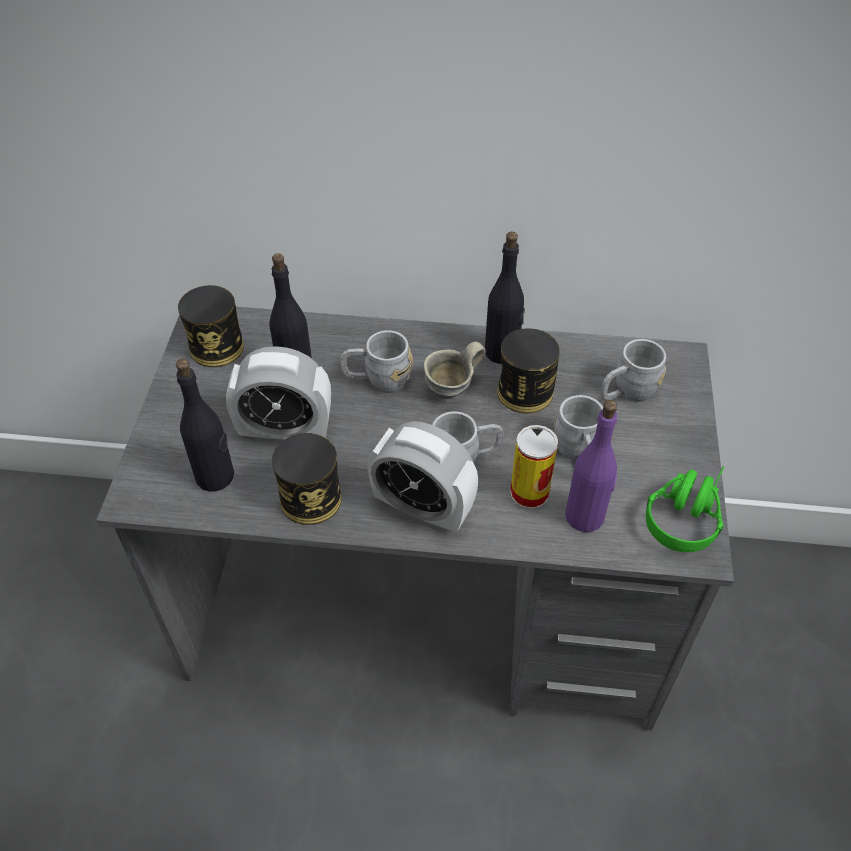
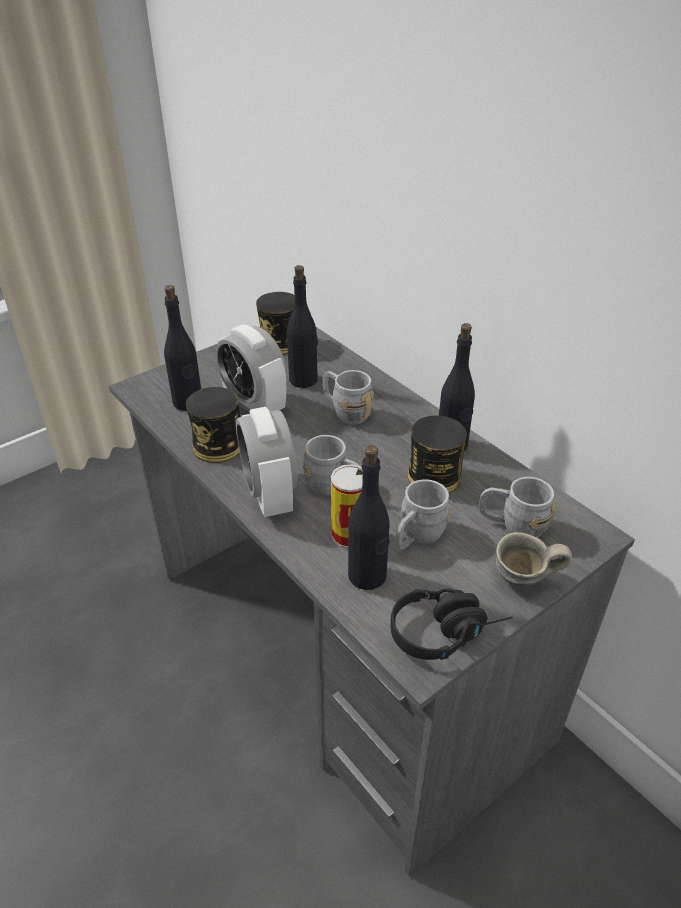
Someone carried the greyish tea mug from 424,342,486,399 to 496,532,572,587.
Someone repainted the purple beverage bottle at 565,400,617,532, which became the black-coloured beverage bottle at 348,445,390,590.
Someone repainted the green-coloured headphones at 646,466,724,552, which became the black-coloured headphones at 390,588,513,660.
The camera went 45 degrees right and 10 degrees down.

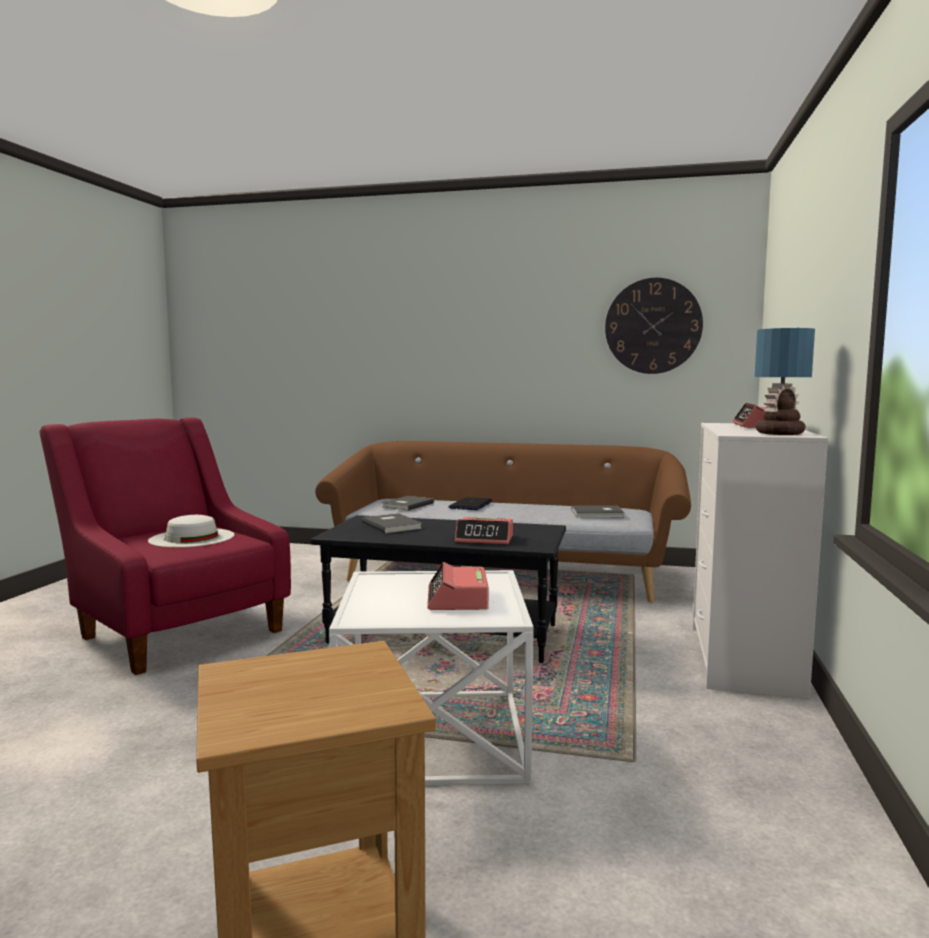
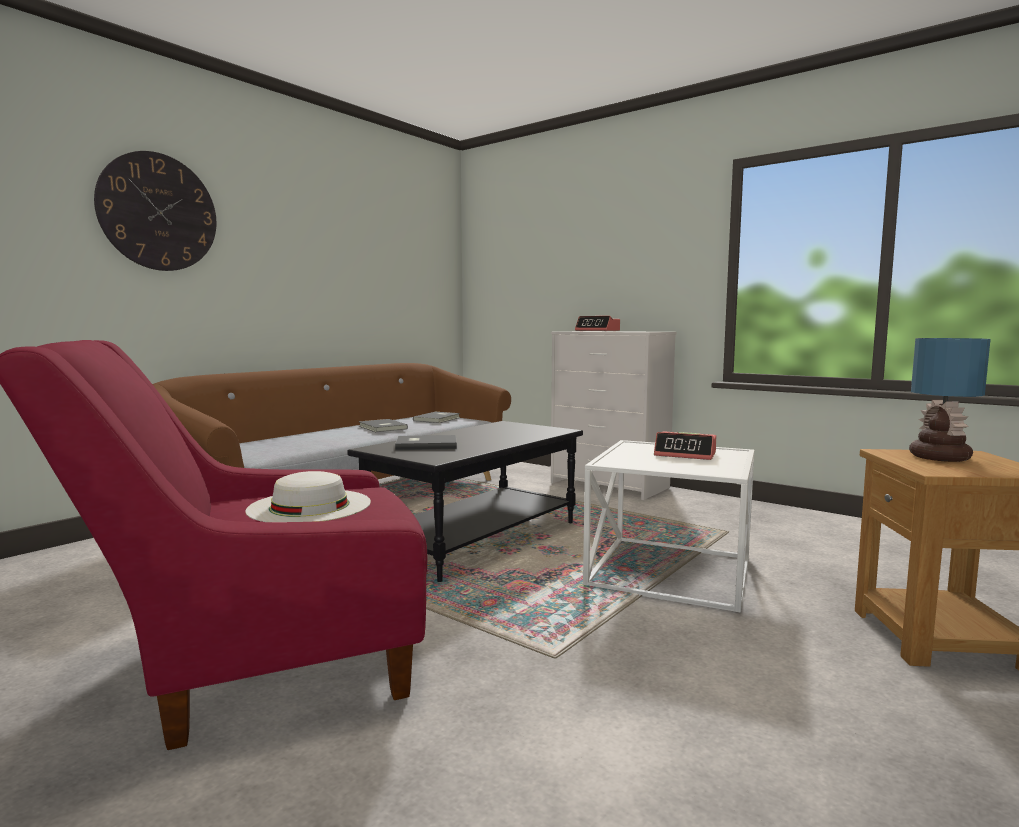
Someone carried the clock on the wall from 605,278,703,374 to 94,151,216,271.
Someone carried the tabletop lamp from 755,328,815,435 to 909,338,991,462.
Someone carried the greyish volume from 382,496,434,510 to 359,419,408,432.
Someone took away the laptop at 448,497,492,510.
Someone took away the table clock at 455,517,513,545.
The camera went 65 degrees left and 0 degrees up.

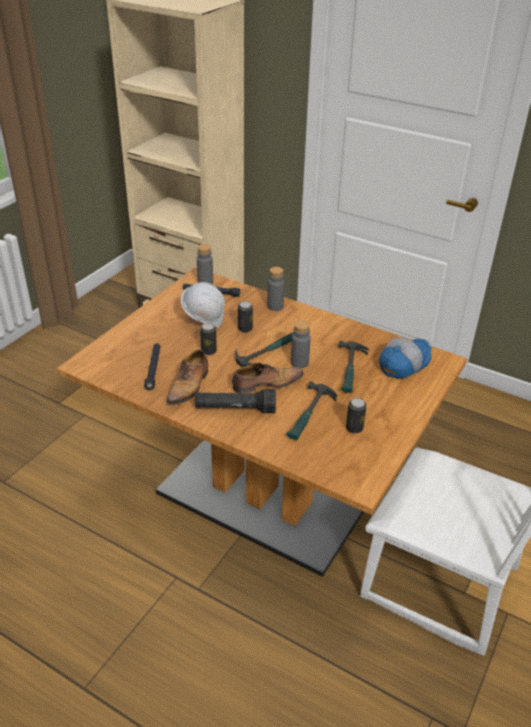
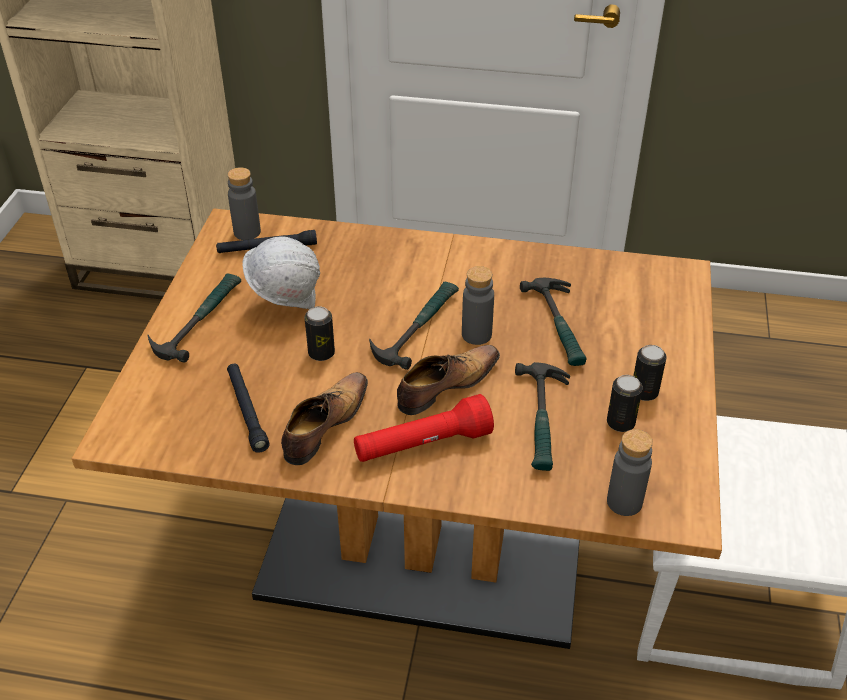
Someone carried the greyish beverage bottle from 267,267,285,311 to 607,429,653,516.
Someone carried the can from 238,301,253,333 to 633,345,667,401.
Someone took away the baseball cap at 379,337,431,378.
Someone rotated the low shoe at 166,350,208,405 by 150 degrees counterclockwise.
Someone repainted the black-coloured hand torch at 195,389,276,413, which became the reddish hand torch at 354,394,494,462.
Someone put down the hand hammer at 147,274,241,363.
The camera went 20 degrees left and 5 degrees up.

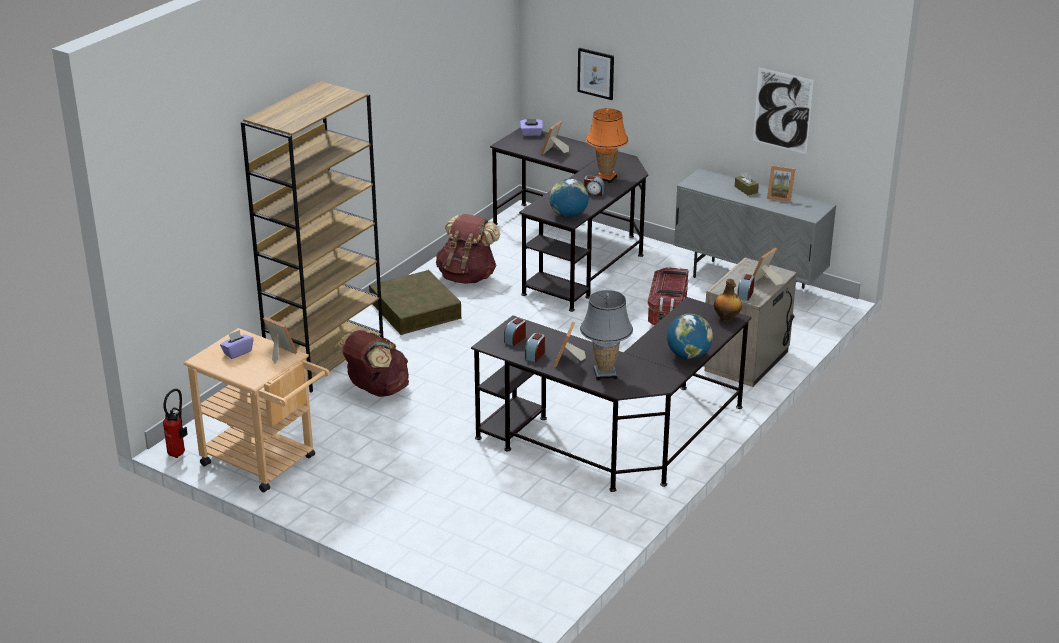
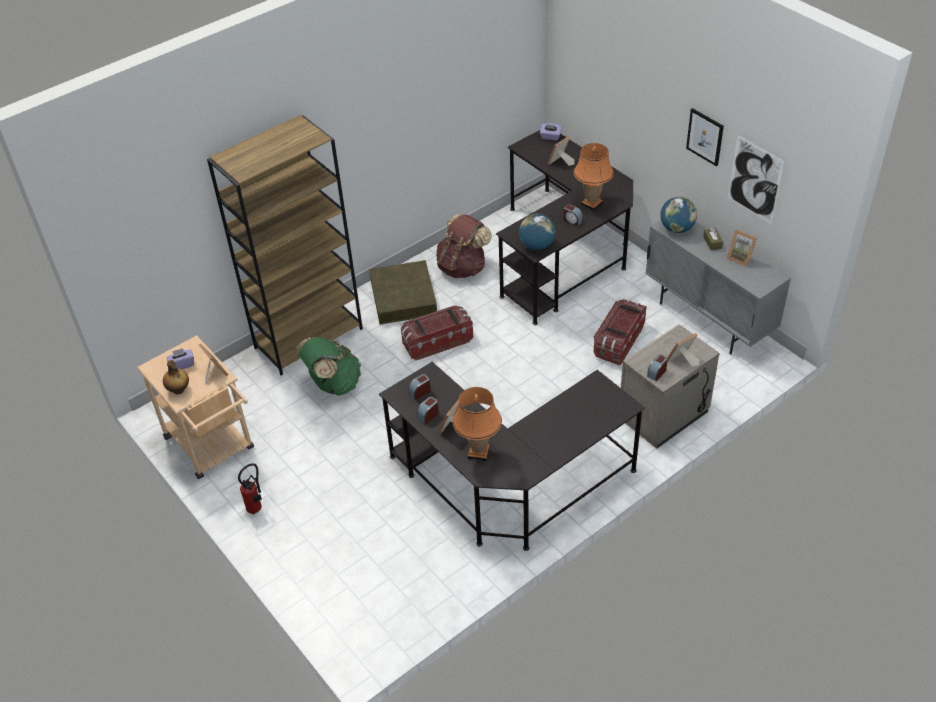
Someone carried the wall art from 577,48,614,100 to 686,108,724,166.
Someone carried the beverage bottle from 714,279,742,322 to 163,360,189,394.
Someone repainted the greyish tabletop lamp at 580,290,633,380, which became the orange tabletop lamp at 453,387,502,461.
Someone carried the globe from 667,314,713,360 to 660,197,697,233.
Someone repainted the brownish backpack at 335,330,409,397, which became the green-coloured backpack at 296,337,361,395.
Someone carried the extinguisher from 163,389,188,458 to 238,463,262,514.
Someone put down the storage container at 401,305,473,361.
The camera went 20 degrees right and 15 degrees up.

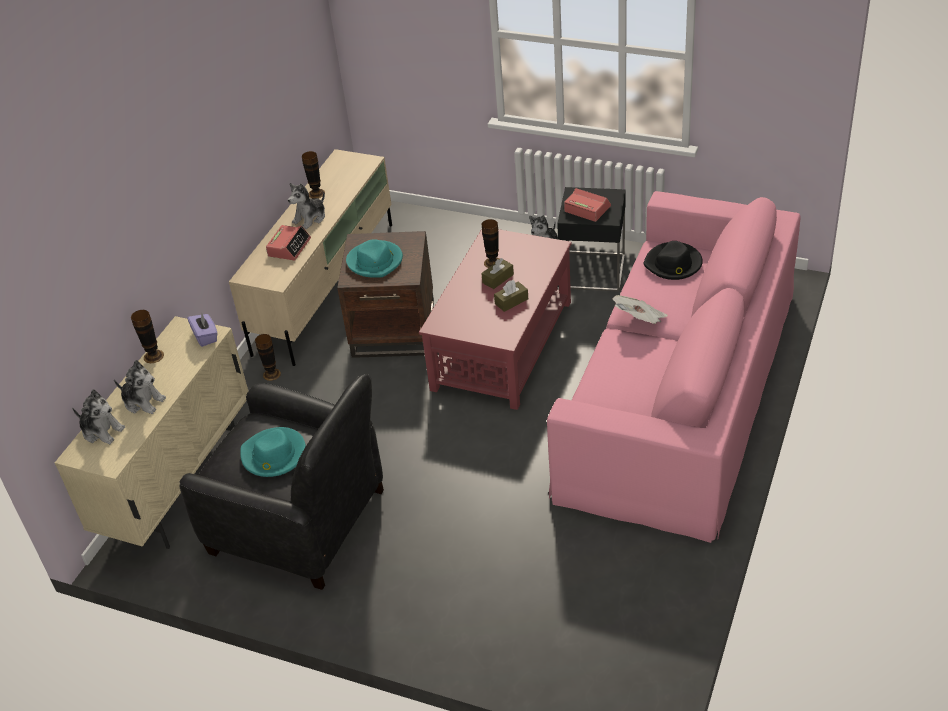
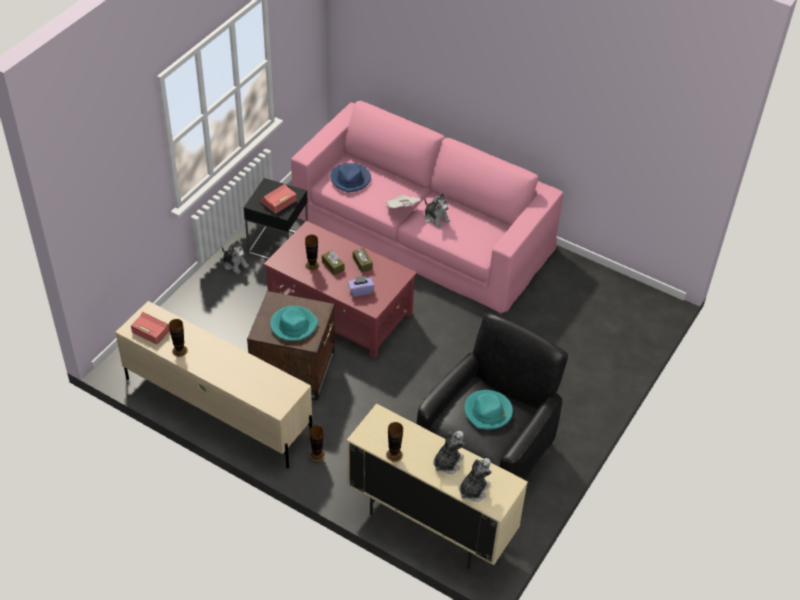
Someone carried the plush toy from 288,183,325,229 to 425,193,450,228.
Someone carried the table clock from 266,225,311,261 to 131,312,170,345.
Someone repainted the black-coloured wearable hat at 643,241,703,280, which became the blue wearable hat at 330,163,371,192.
Someone carried the purple tissue box from 187,314,218,347 to 348,276,375,297.
The camera went 85 degrees left and 5 degrees up.

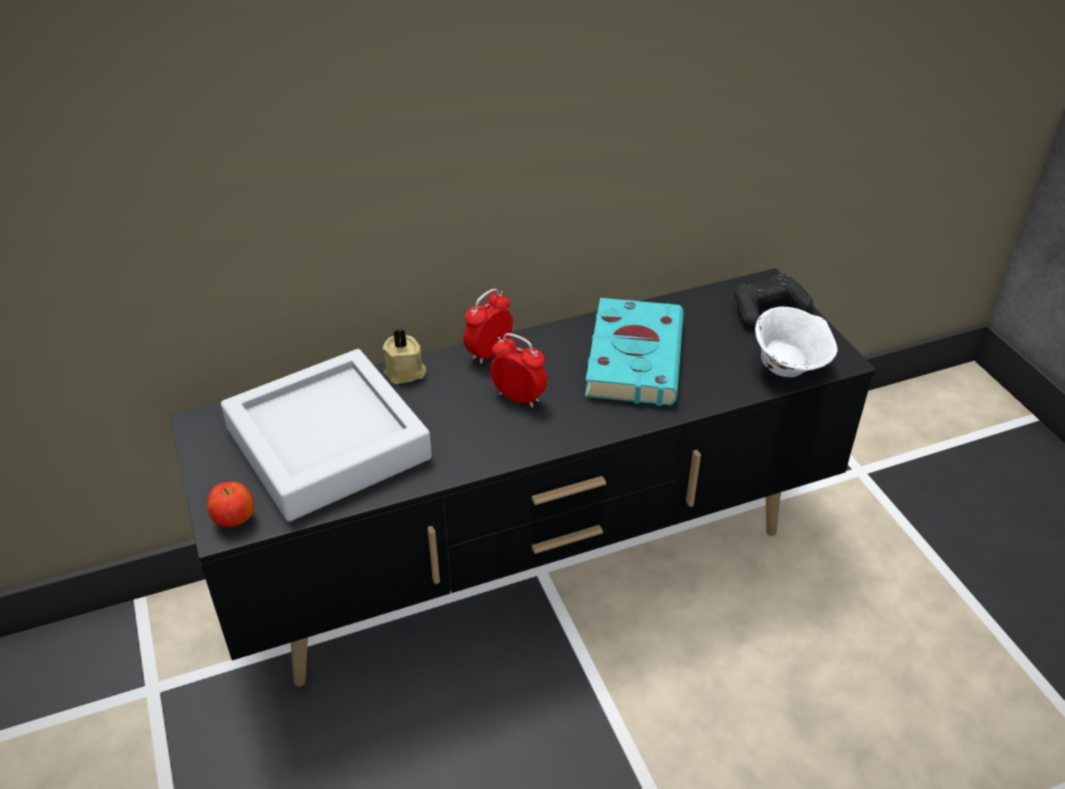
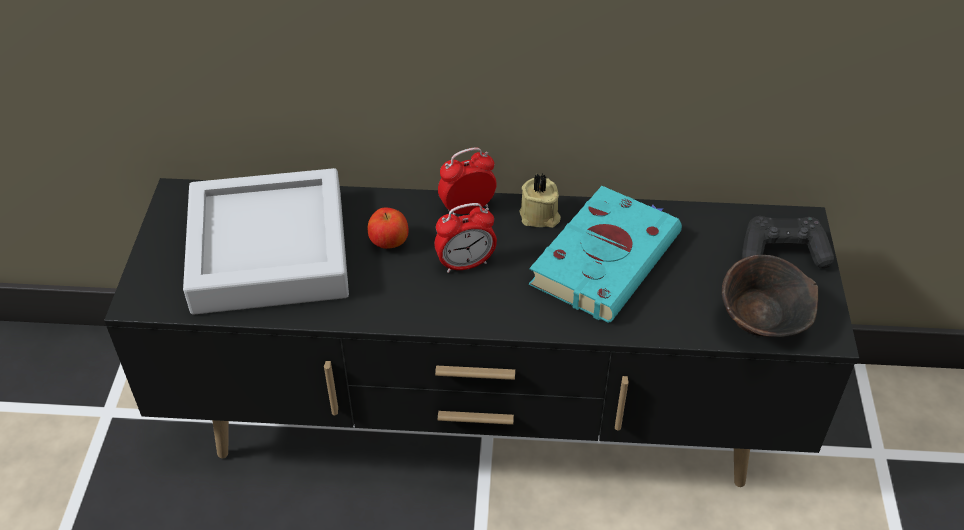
Someone repainted the white-coloured deep dish at 755,307,838,377, which became the brownish deep dish at 722,255,818,337.
Someone carried the beige wax light from 383,329,426,384 to 519,174,561,228.
Someone rotated the table clock at 490,333,548,408 by 105 degrees clockwise.
Someone carried the apple fruit from 207,482,255,527 to 367,208,409,249.
The camera went 25 degrees right and 5 degrees up.

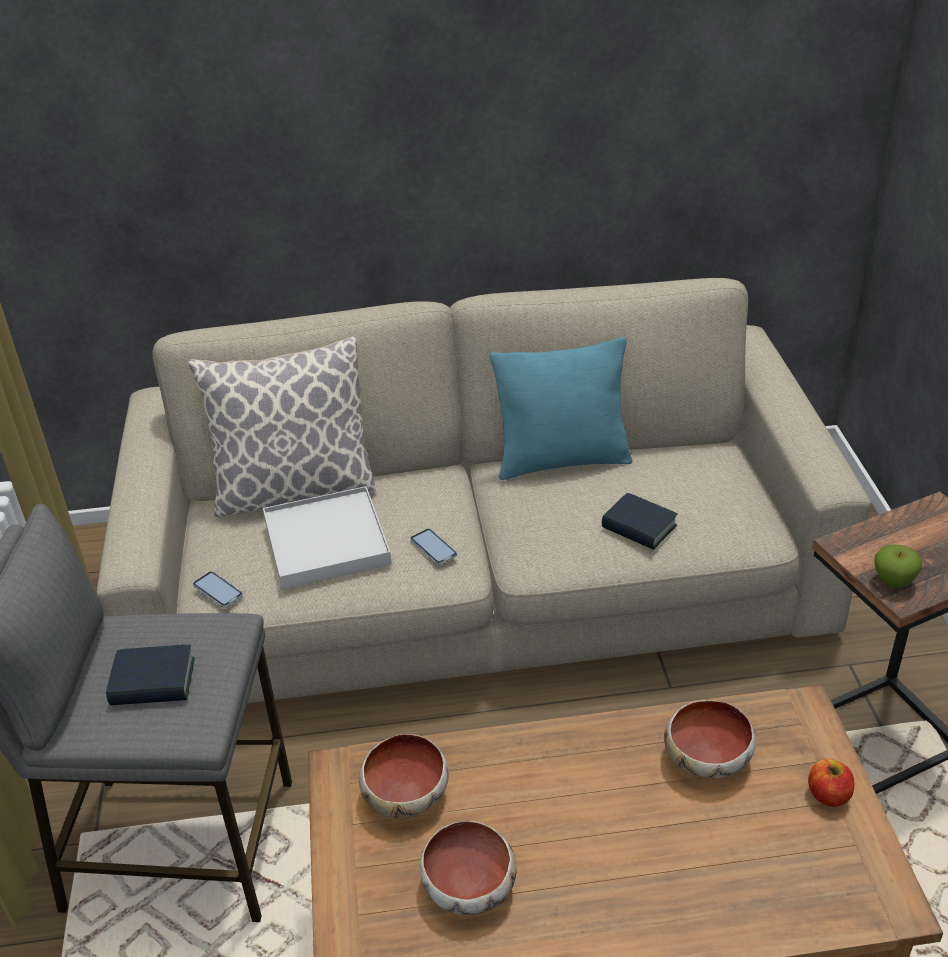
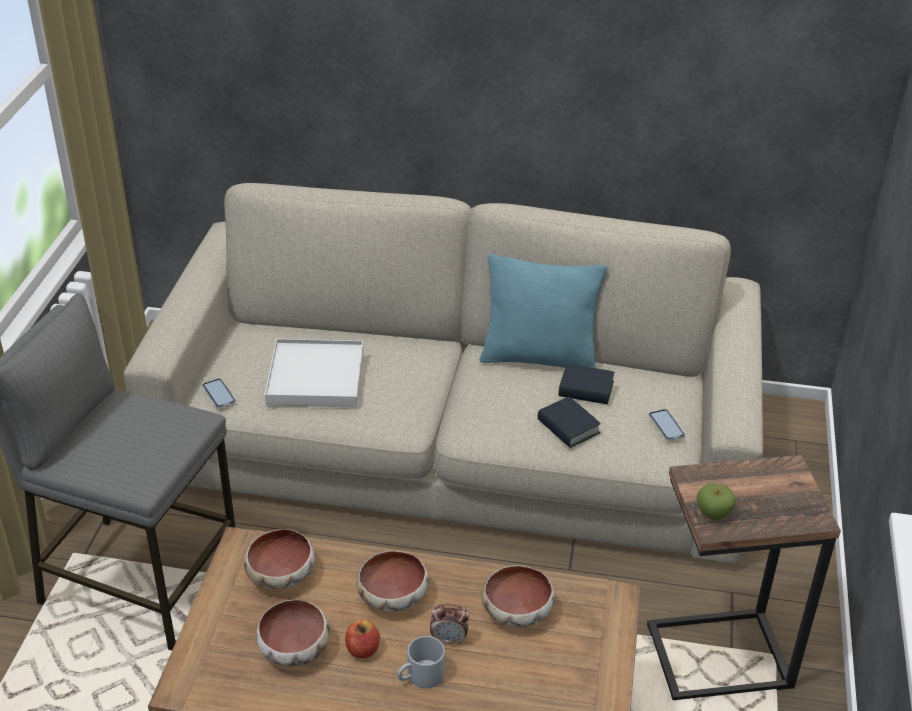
Someone took away the throw pillow at 188,336,376,517.
Someone carried the handset from 410,528,457,565 to 649,409,685,441.
Someone carried the volume from 106,645,195,705 to 558,364,614,404.
Someone carried the apple fruit from 808,758,854,807 to 345,620,380,659.
Someone put down the deep dish at 356,551,429,611.
Someone put down the table clock at 430,604,469,645.
Someone put down the greyish tea mug at 397,636,445,688.
The camera went 15 degrees right and 0 degrees up.

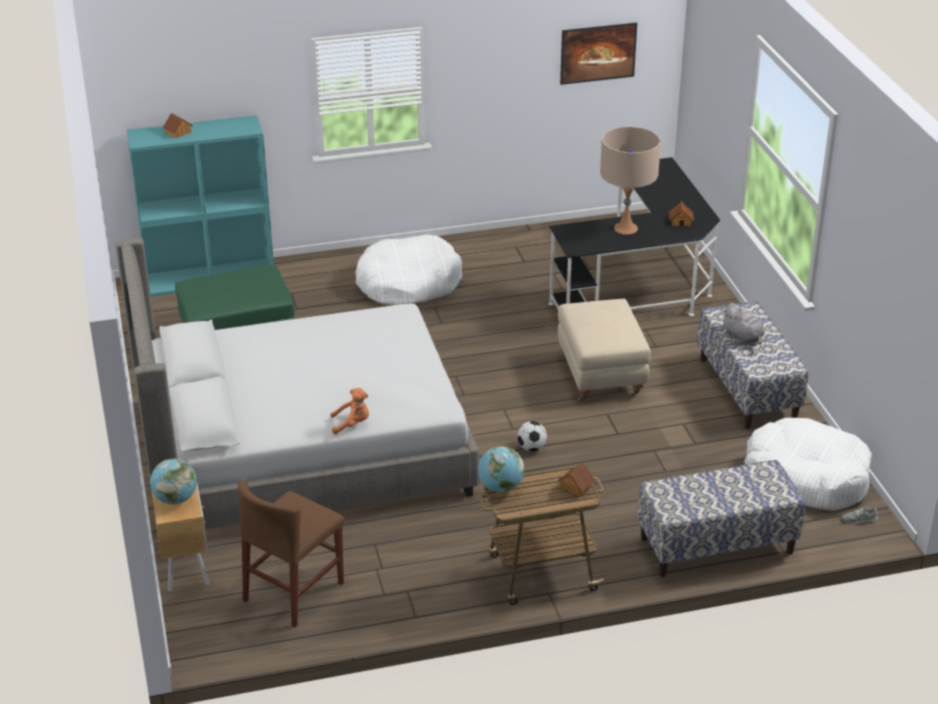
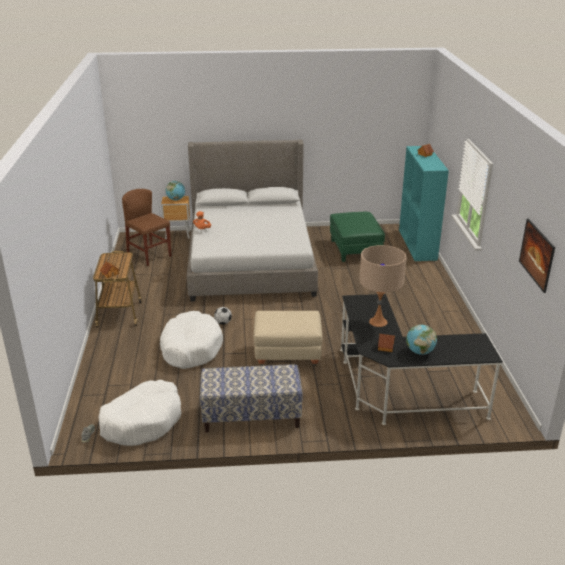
Someone carried the white-coloured pet bed from 356,234,462,304 to 160,311,223,369.
Someone took away the greyish plush toy at 722,303,765,345.
Someone carried the globe from 478,446,524,493 to 406,325,437,355.
Someone took away the bench at 638,460,805,577.
The camera went 100 degrees right and 5 degrees down.

